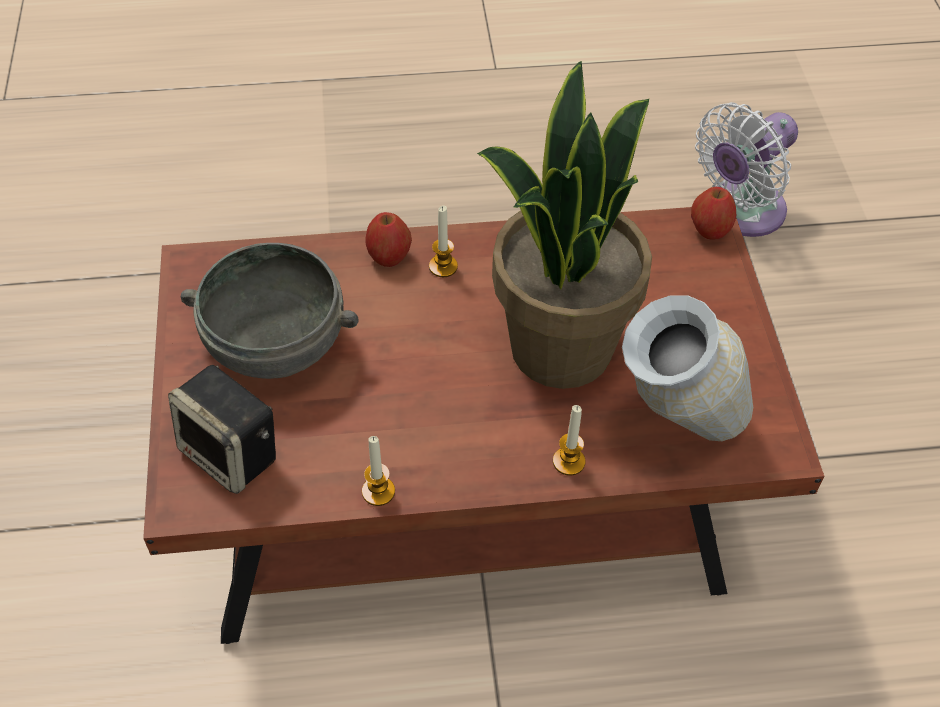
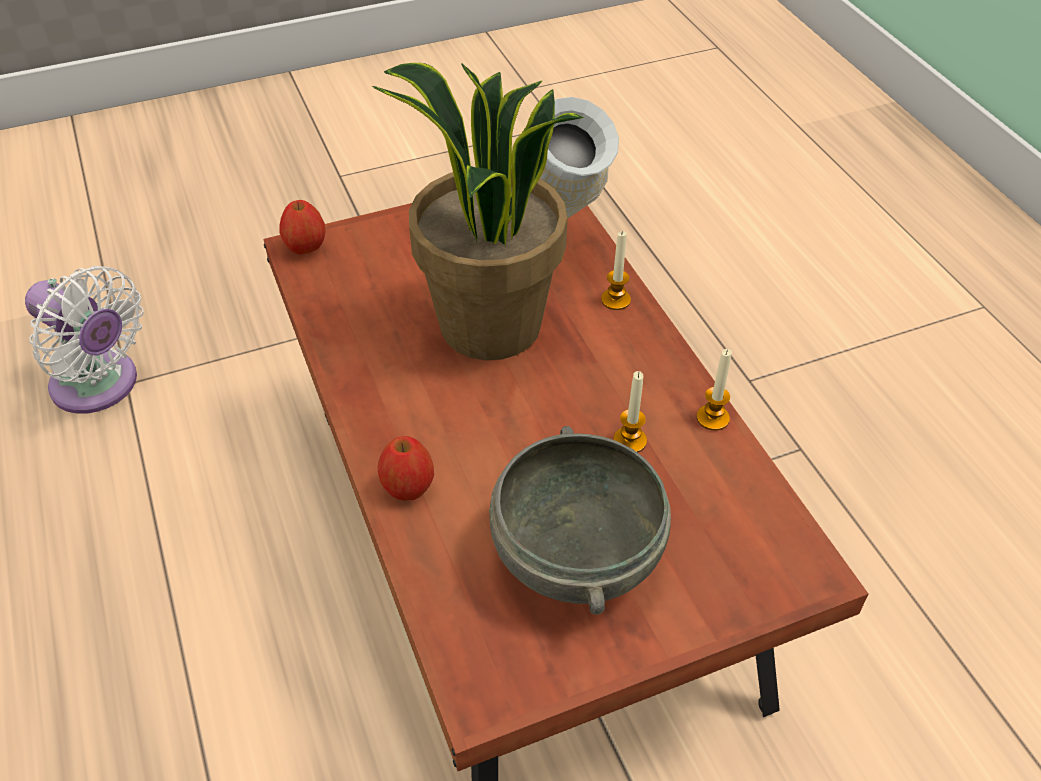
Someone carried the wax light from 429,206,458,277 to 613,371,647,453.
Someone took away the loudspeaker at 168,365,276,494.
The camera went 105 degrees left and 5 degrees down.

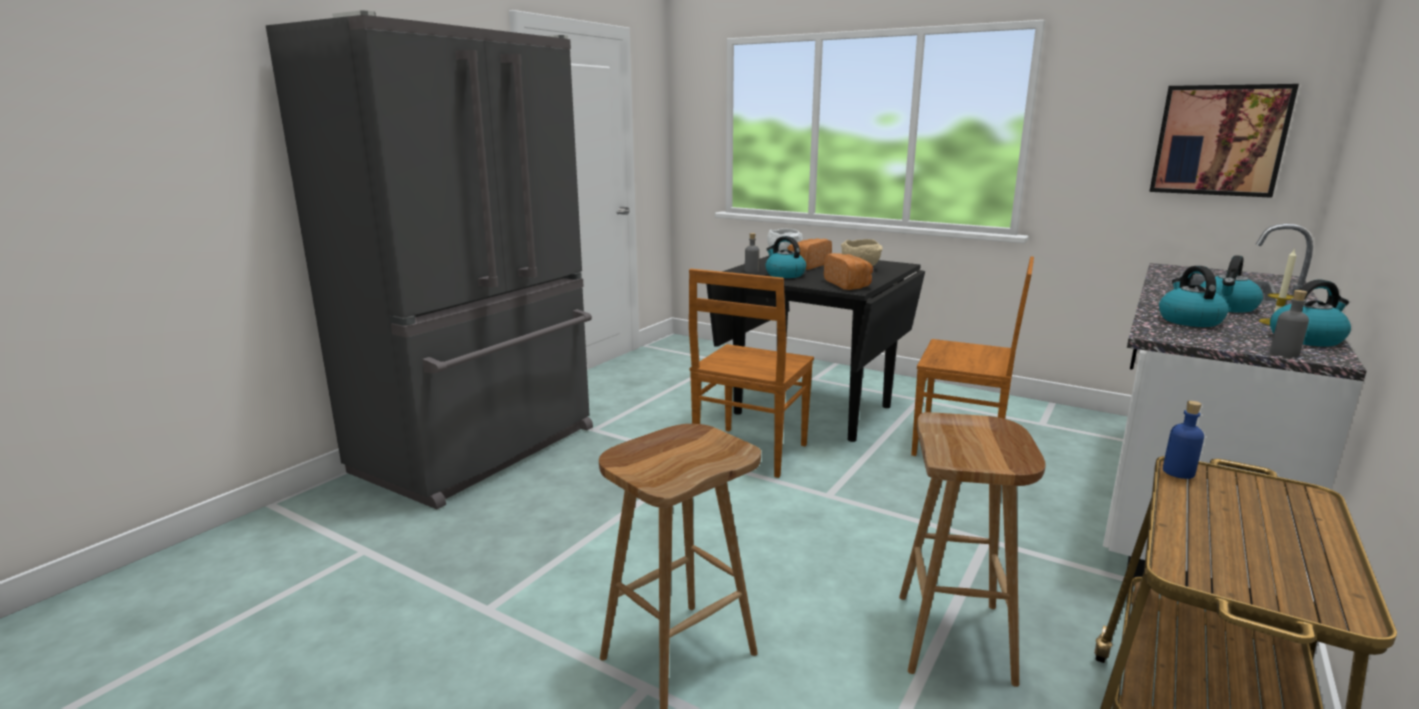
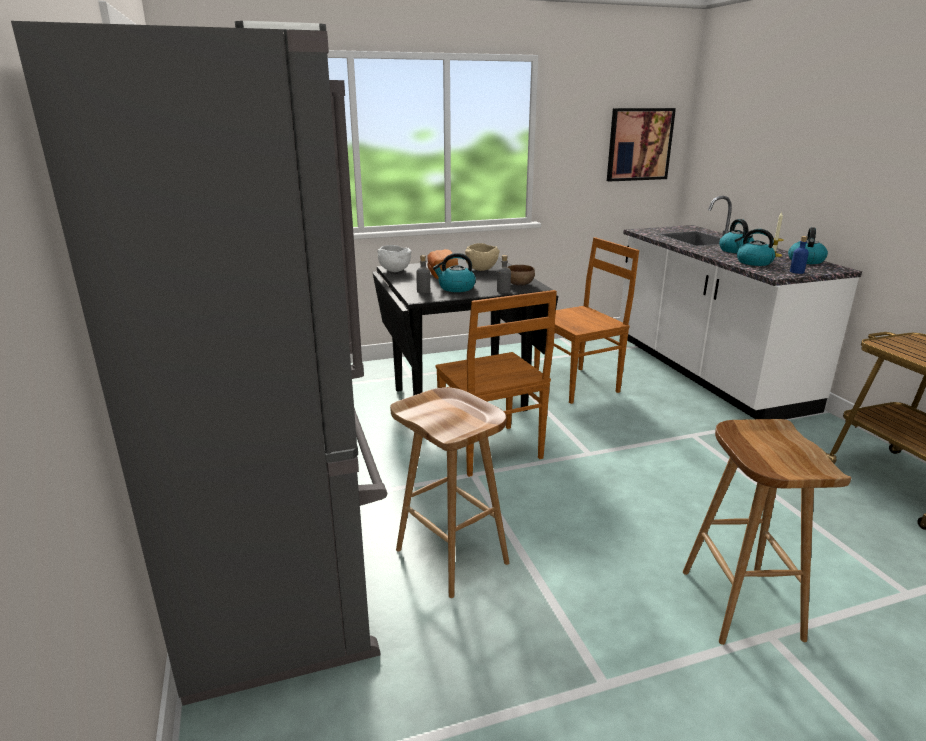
Someone swapped the baked bread at 824,253,873,290 for the brownish deep dish at 508,265,535,286.
Someone carried the greyish beverage bottle from 1270,290,1309,357 to 497,255,511,293.
Someone carried the blue beverage bottle from 1163,401,1204,479 to 790,236,809,274.
Someone carried the brownish sitting stool from 899,412,1046,687 to 390,387,509,598.
The camera went 50 degrees left and 5 degrees up.

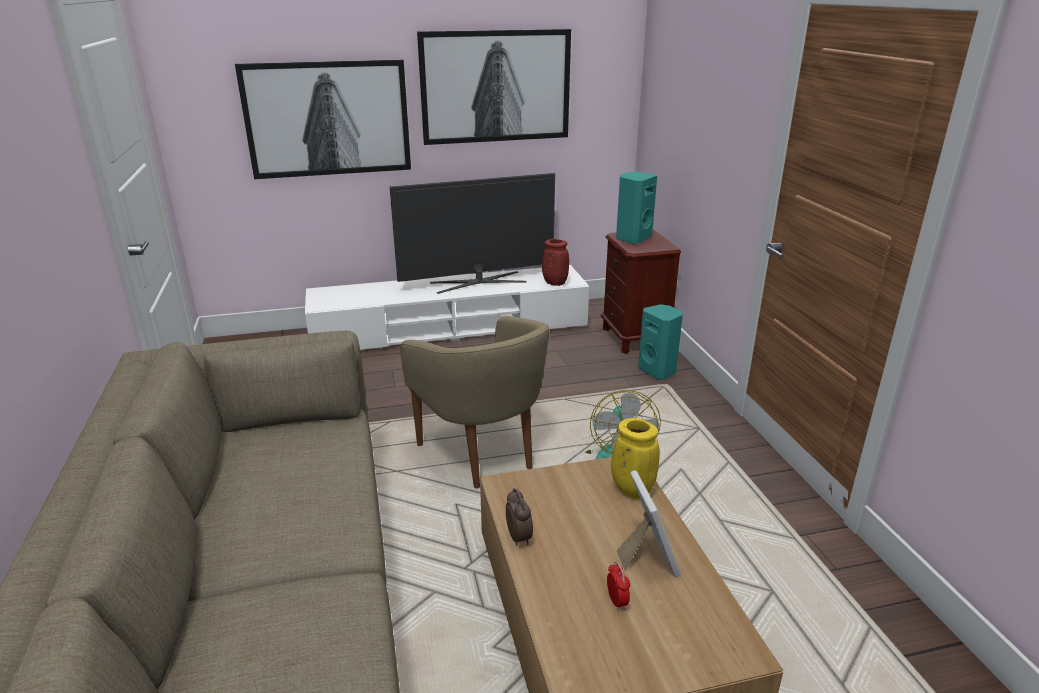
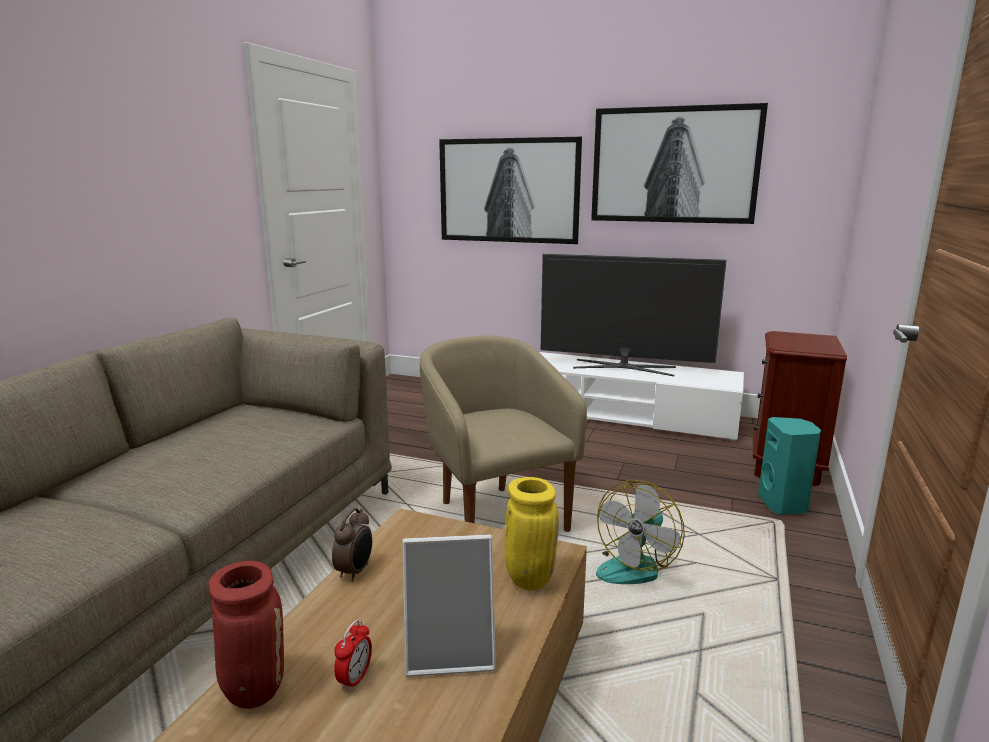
Someone took away the turquoise loudspeaker at 616,172,657,244.
Someone carried the reddish vase from 542,239,569,286 to 209,561,284,709.
Someone rotated the beige lounge chair at 400,316,549,489 by 150 degrees clockwise.
Someone rotated the standing frame at 616,470,681,577 by 60 degrees clockwise.
The camera went 35 degrees right and 10 degrees down.

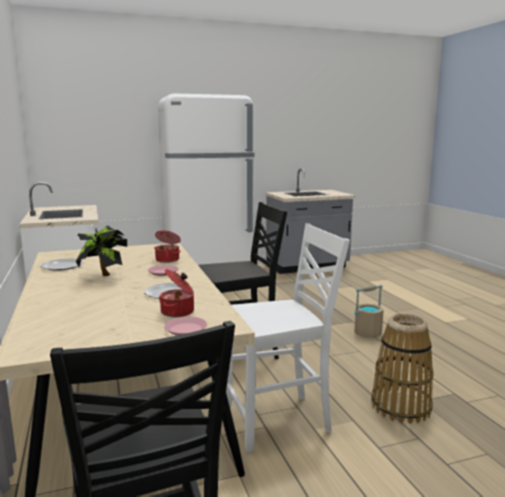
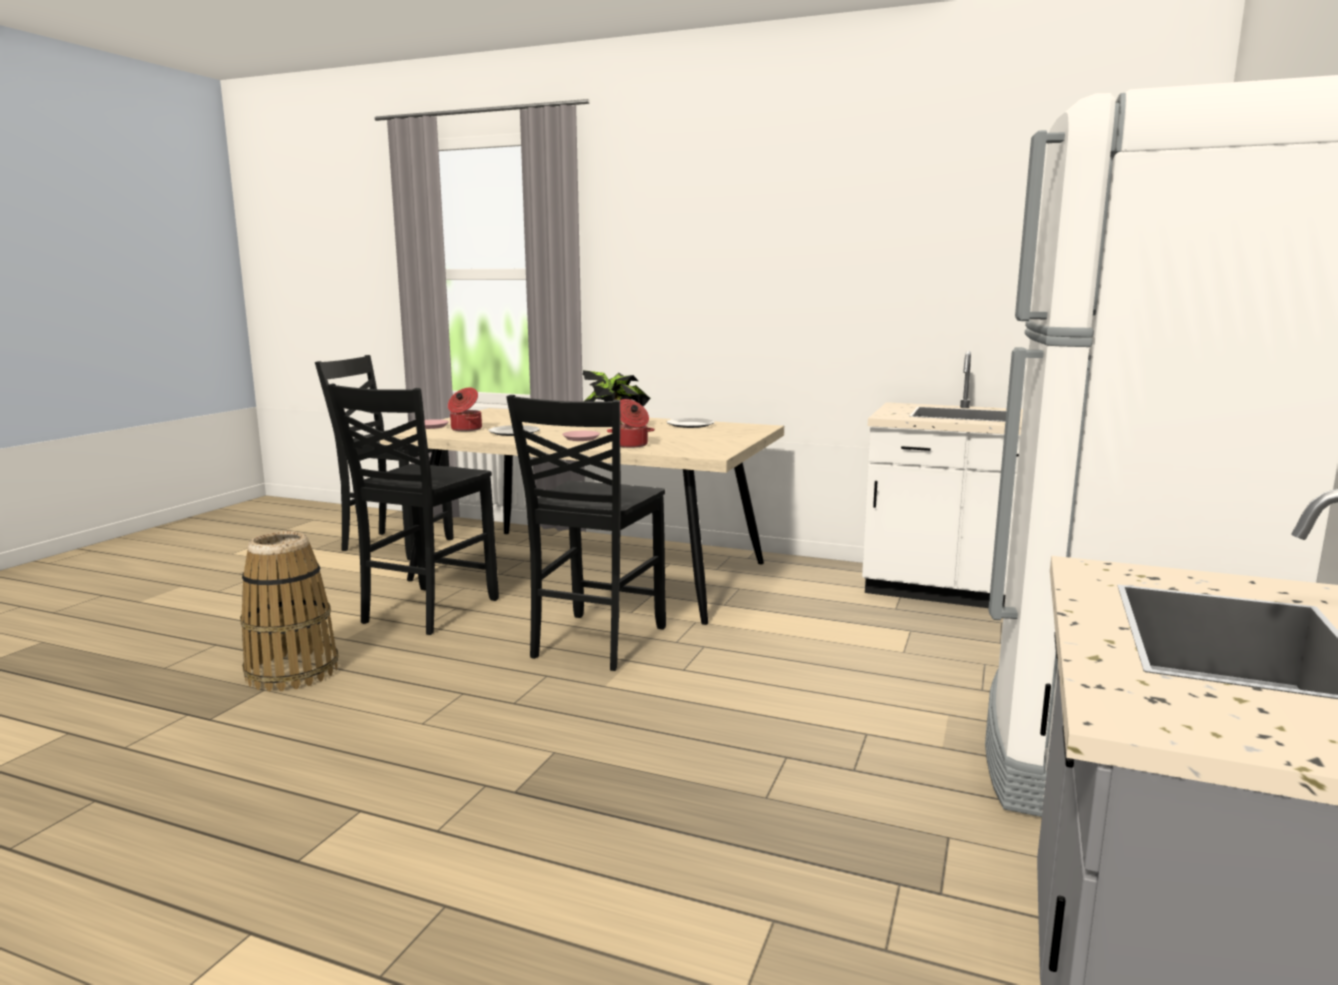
Someone repainted the white-coloured upright chair at 226,223,350,453, which became the black-coloured upright chair at 327,384,499,635.
Someone took away the beige bucket at 354,285,384,338.
The camera went 130 degrees right and 0 degrees up.

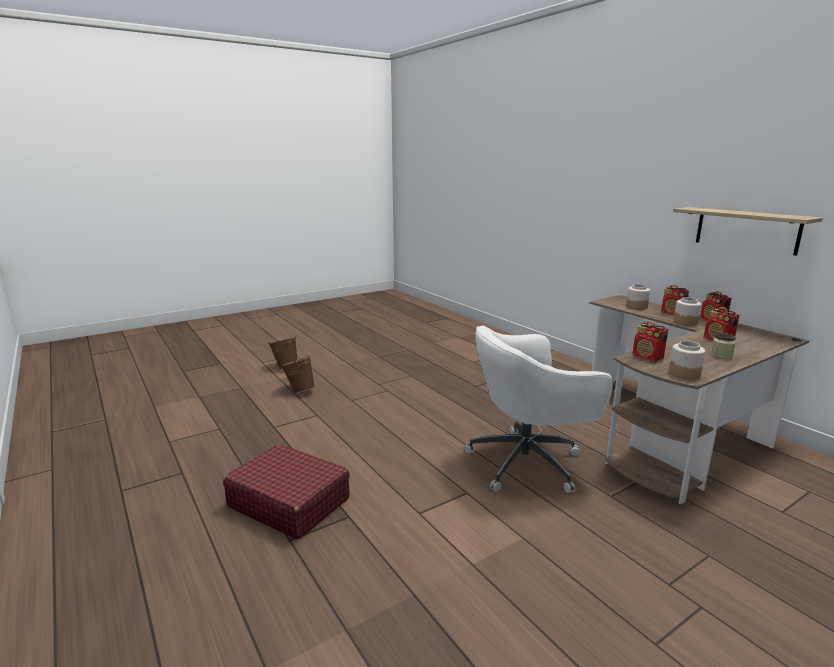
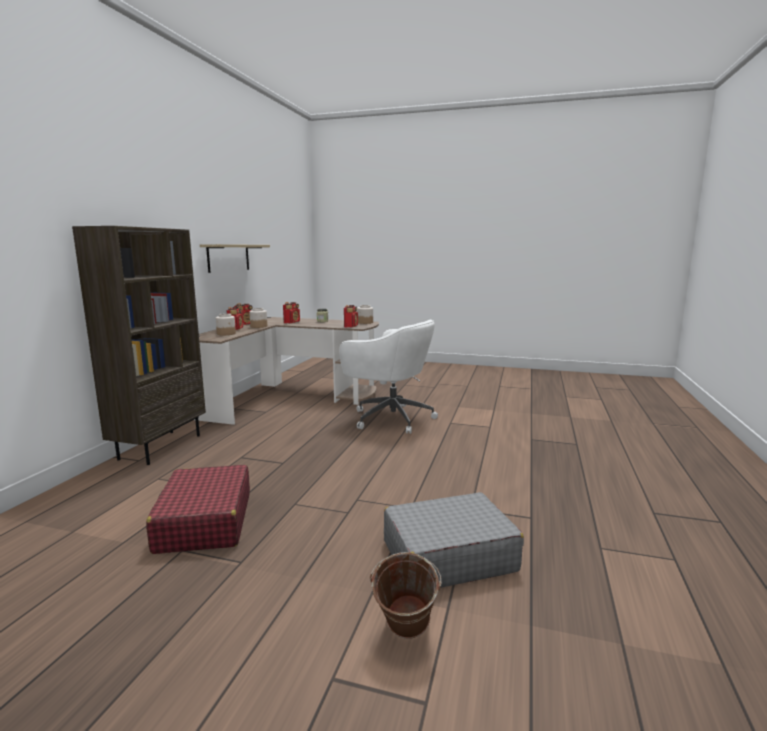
Someone swapped the brownish bucket at 281,355,315,393 for the greyish travel case at 384,492,524,588.
Someone carried the reddish travel case from 223,444,350,539 to 146,465,250,554.
Someone put down the brownish shelving unit at 72,226,206,465.
The camera went 130 degrees left and 5 degrees down.

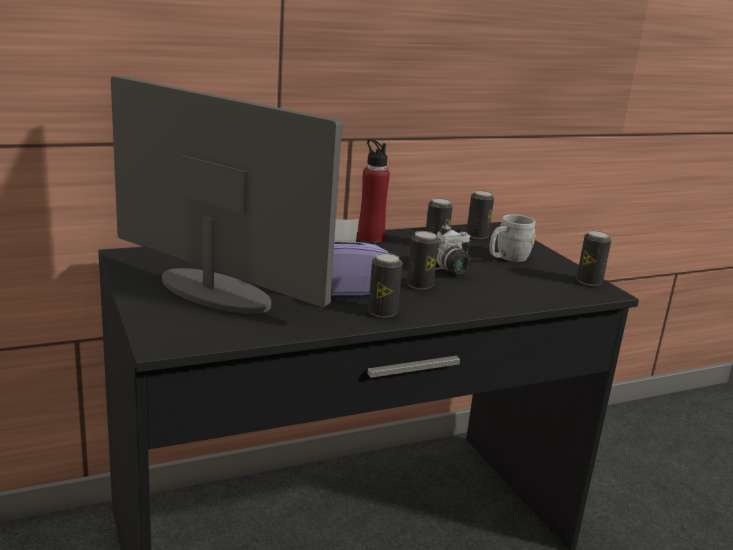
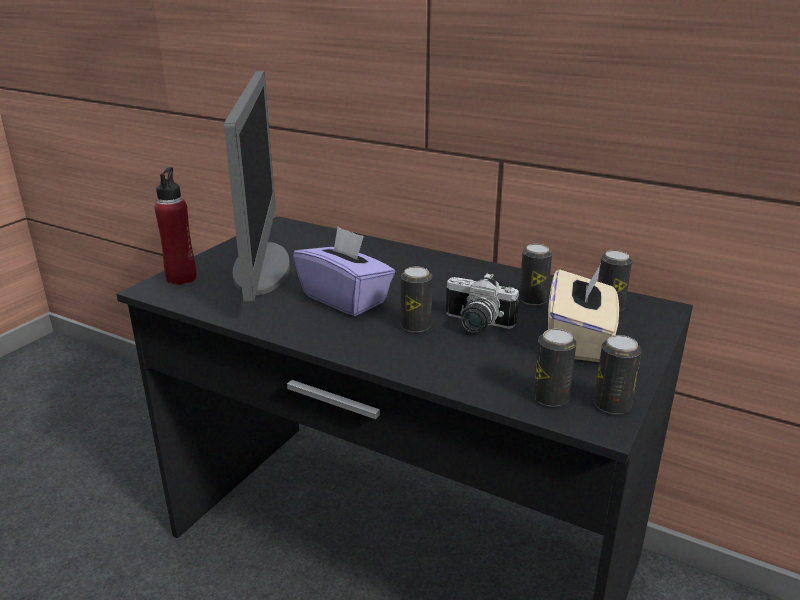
Someone carried the reddish beverage bottle from 358,139,390,242 to 154,167,197,285.
Someone swapped the greyish tea mug at 489,214,536,262 for the beige tissue box at 548,262,619,362.
Someone carried the can from 368,253,402,318 to 533,329,577,407.
The camera went 55 degrees right and 5 degrees up.

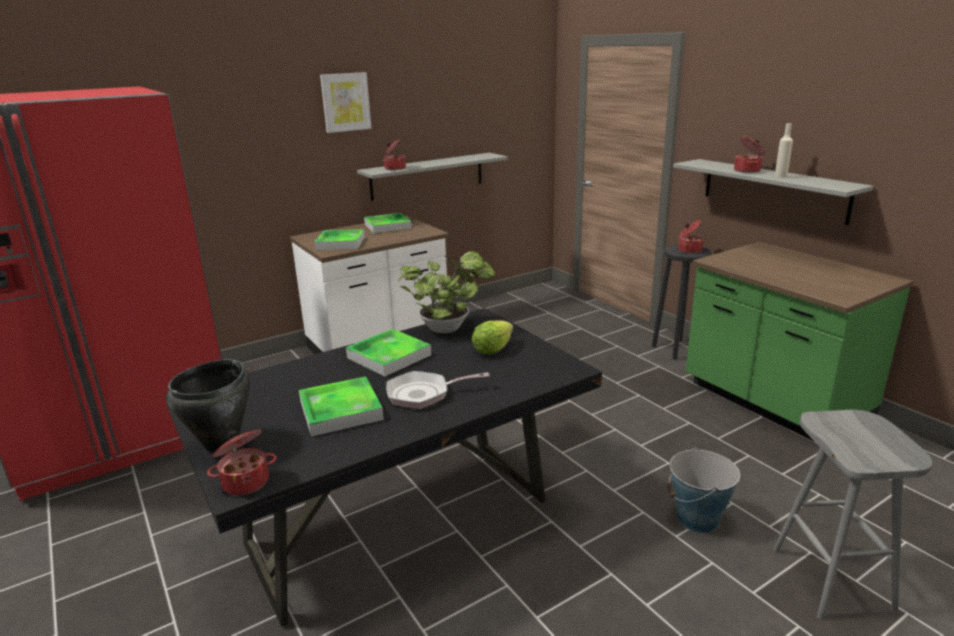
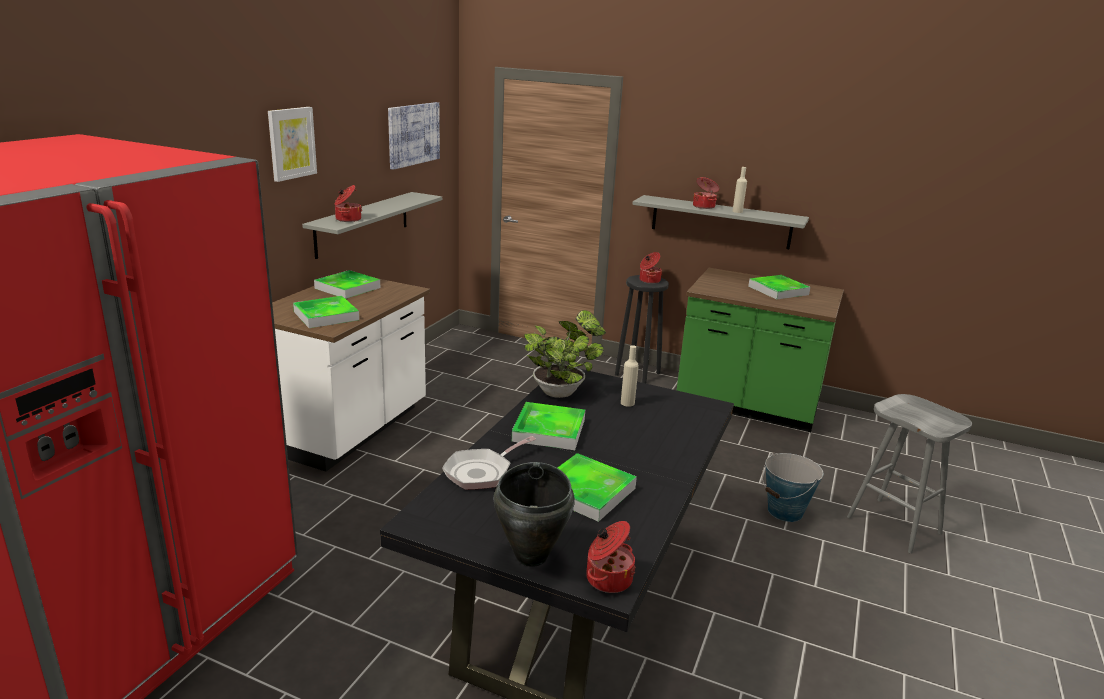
Someone swapped the lettuce at 472,320,513,354 for the beige beverage bottle at 621,345,639,407.
Someone carried the skillet from 386,371,490,409 to 442,436,536,490.
Someone put up the wall art at 388,102,440,170.
Someone put down the carrying tray at 748,275,810,300.
The camera went 35 degrees left and 0 degrees up.

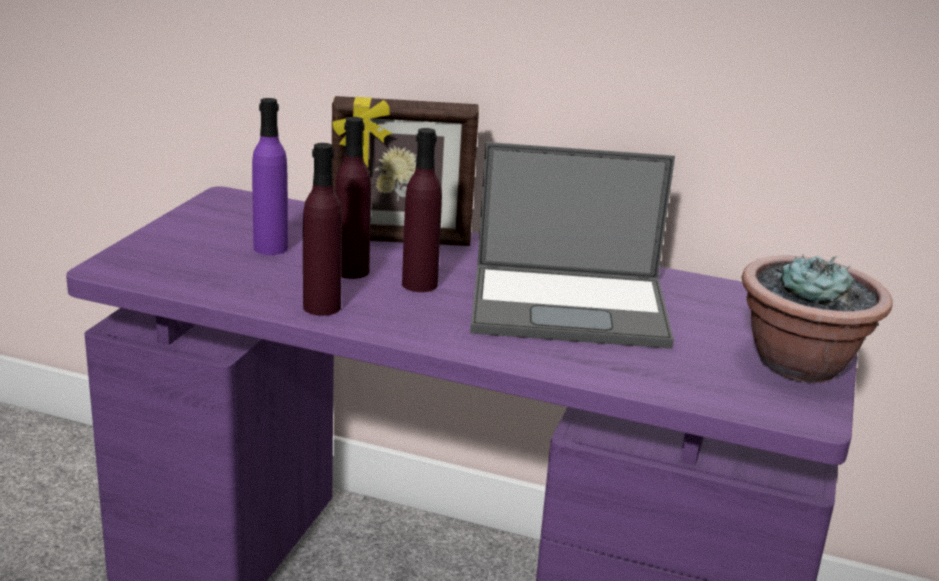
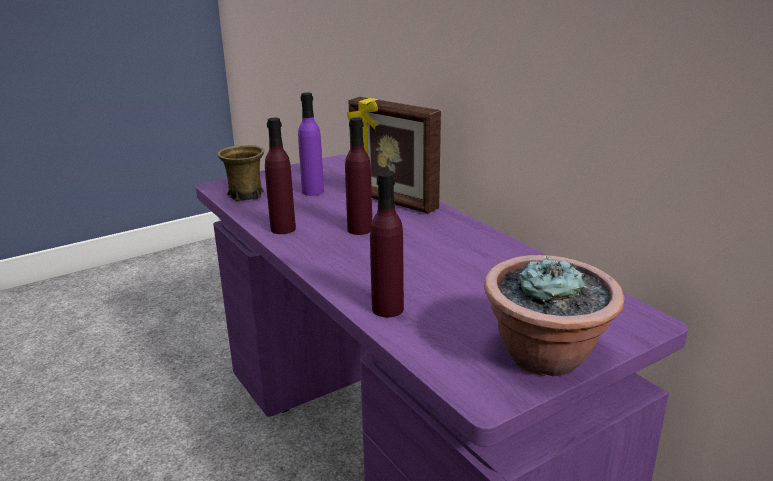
Someone carried the purple beverage bottle from 335,117,371,279 to 370,172,404,317.
Someone took away the laptop at 470,142,675,349.
Someone put down the brownish tea mug at 217,145,264,201.
The camera went 40 degrees right and 0 degrees up.

